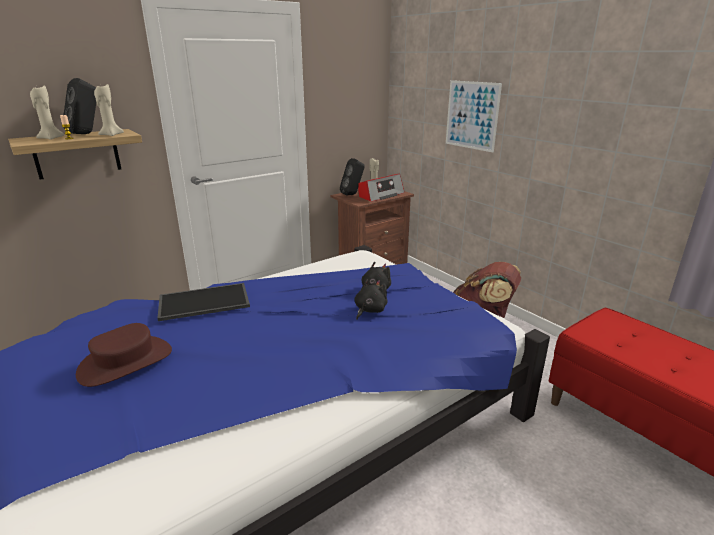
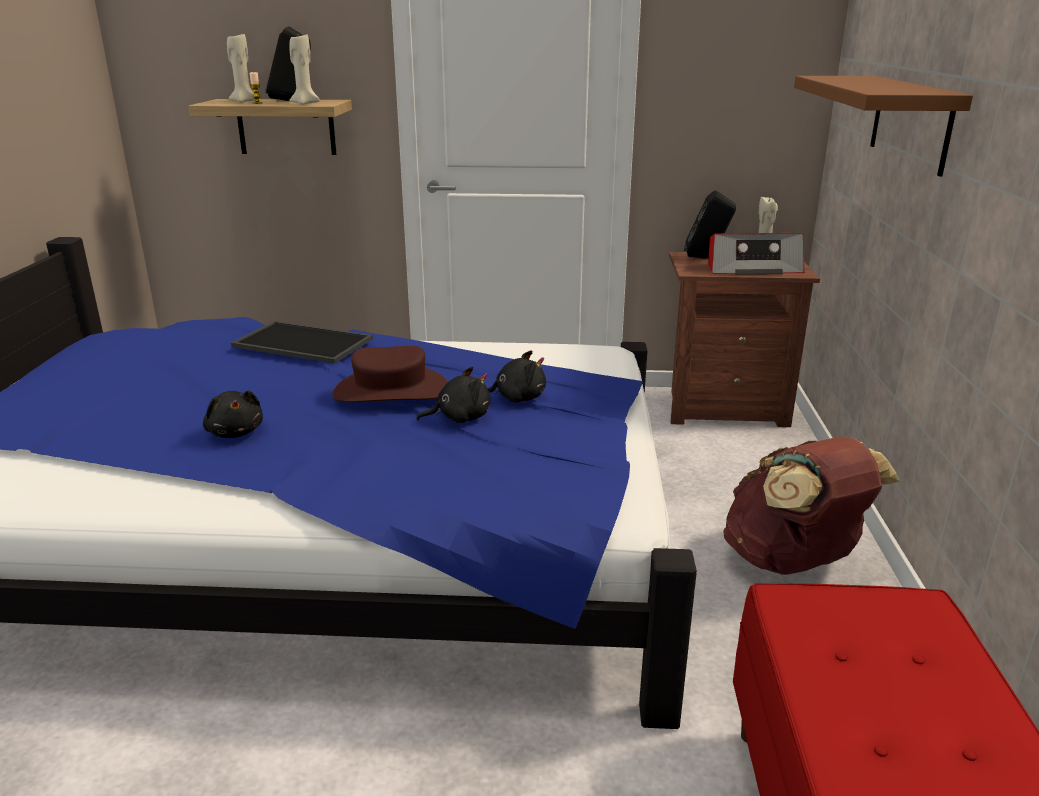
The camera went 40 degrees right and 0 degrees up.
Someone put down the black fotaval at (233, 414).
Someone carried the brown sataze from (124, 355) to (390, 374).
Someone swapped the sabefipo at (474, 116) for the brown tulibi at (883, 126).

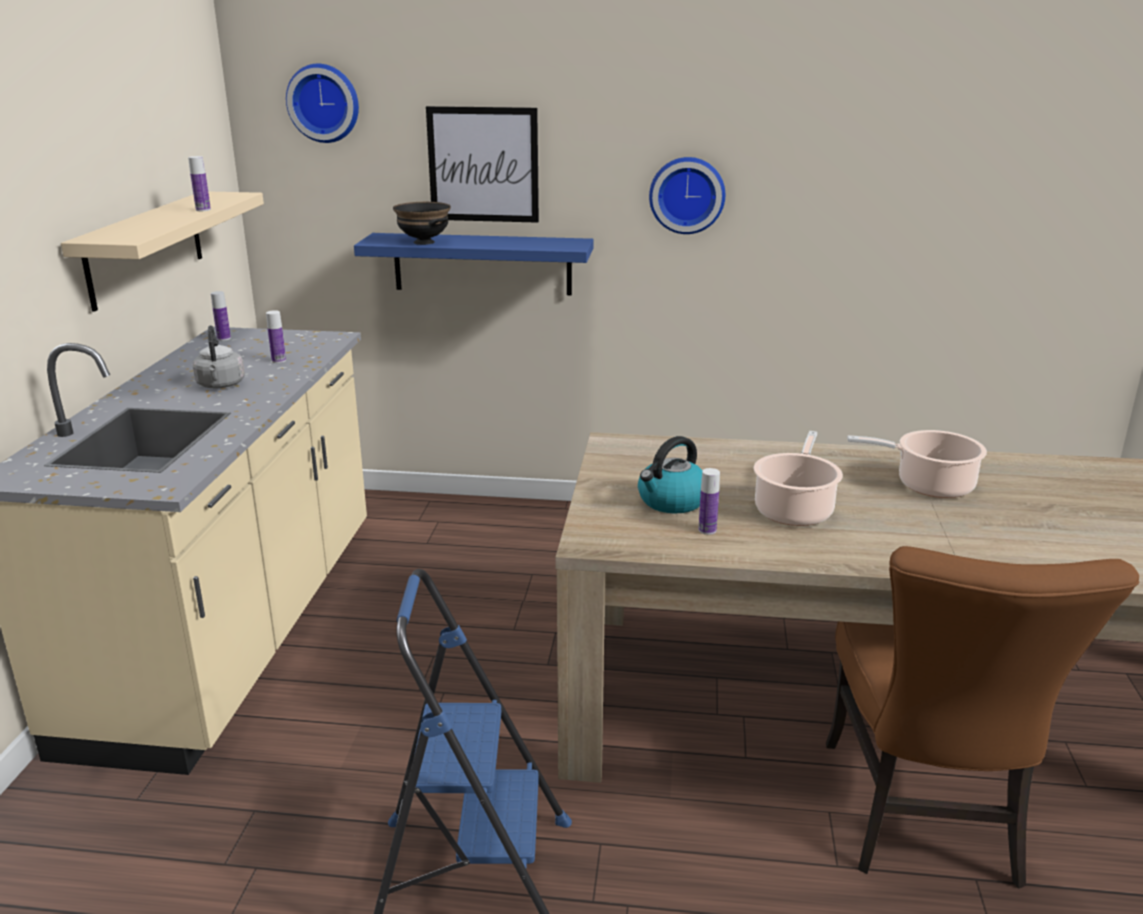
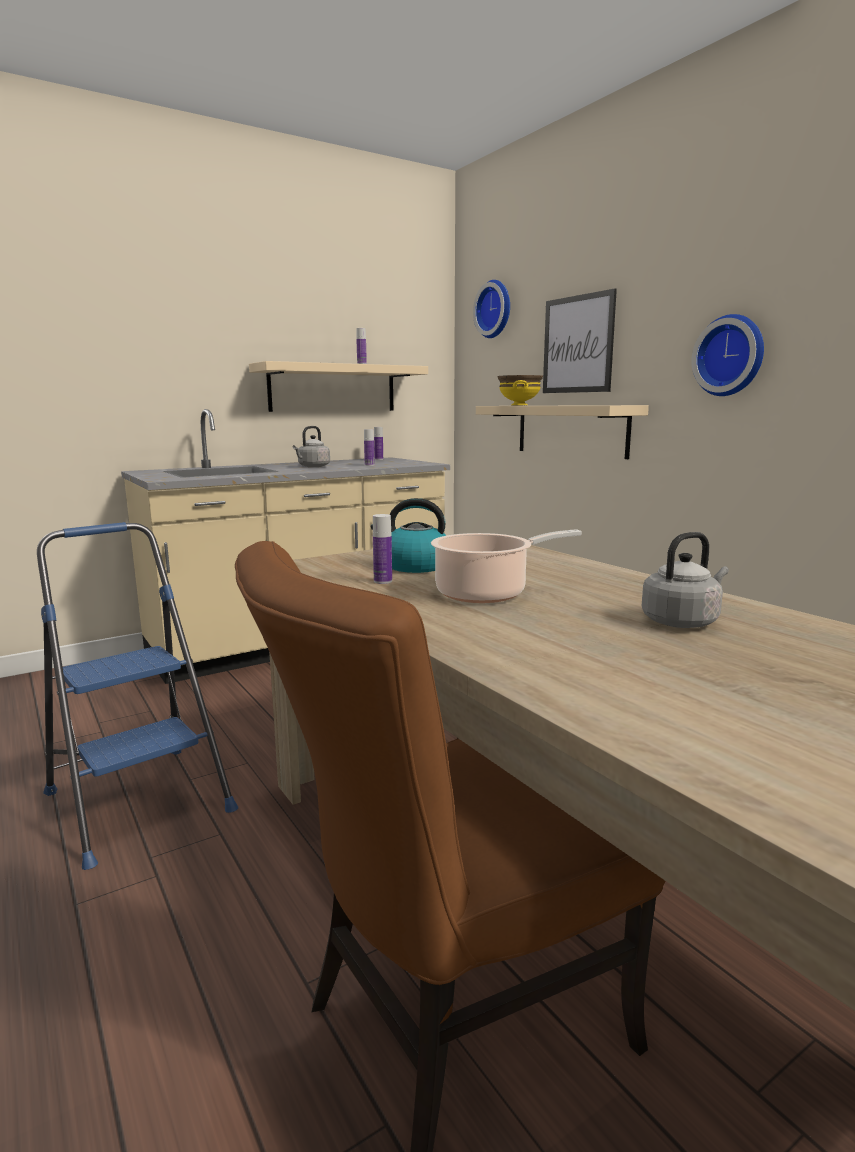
The camera went 50 degrees right and 10 degrees down.
Someone swapped the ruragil at (917, 464) for the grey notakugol at (685, 580).
Someone repainted the blue tulibi at (473, 264), which became the beige tulibi at (562, 432).
Someone repainted the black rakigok at (422, 223), which became the yellow rakigok at (520, 390).

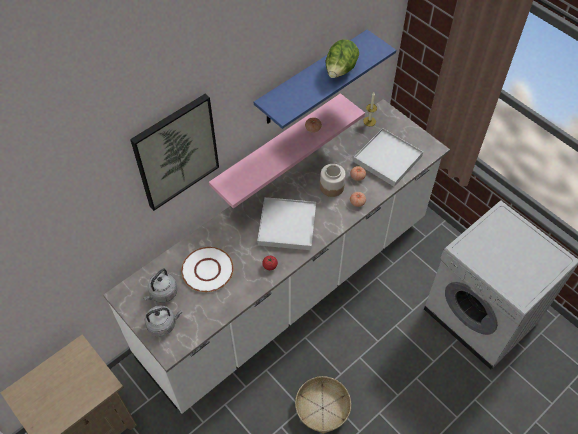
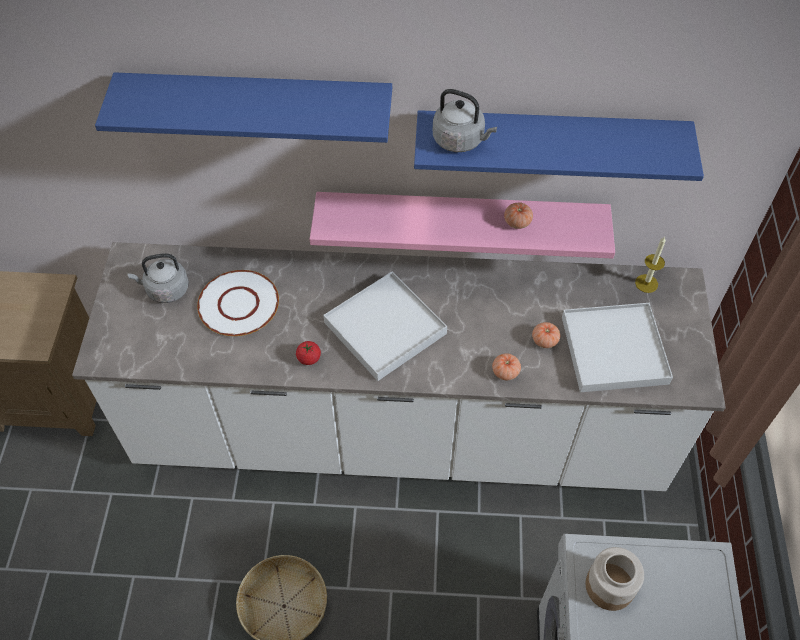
The camera went 45 degrees right and 0 degrees up.
Someone took away the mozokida at (342, 58).
Someone carried the grey notakugol from (163, 321) to (465, 120).
Someone carried the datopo from (333, 180) to (615, 579).
Someone swapped the sabefipo at (174, 152) for the blue tulibi at (243, 107).

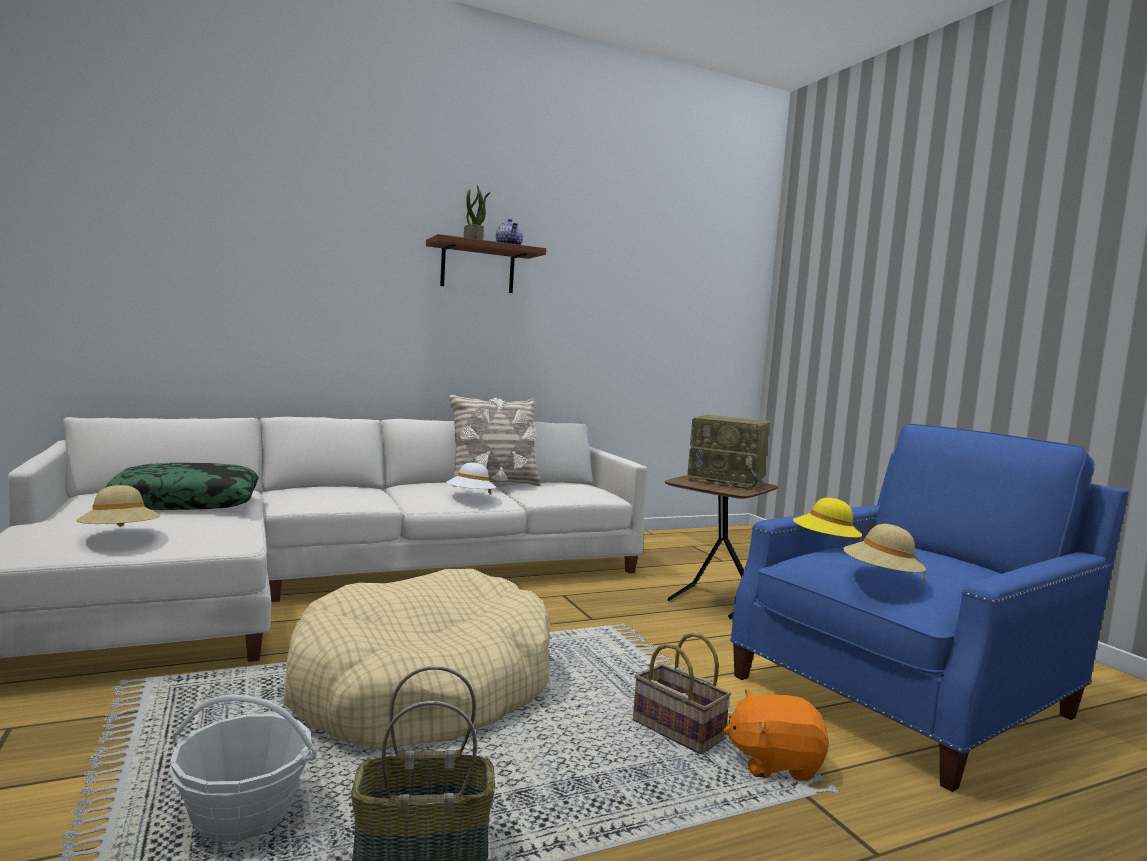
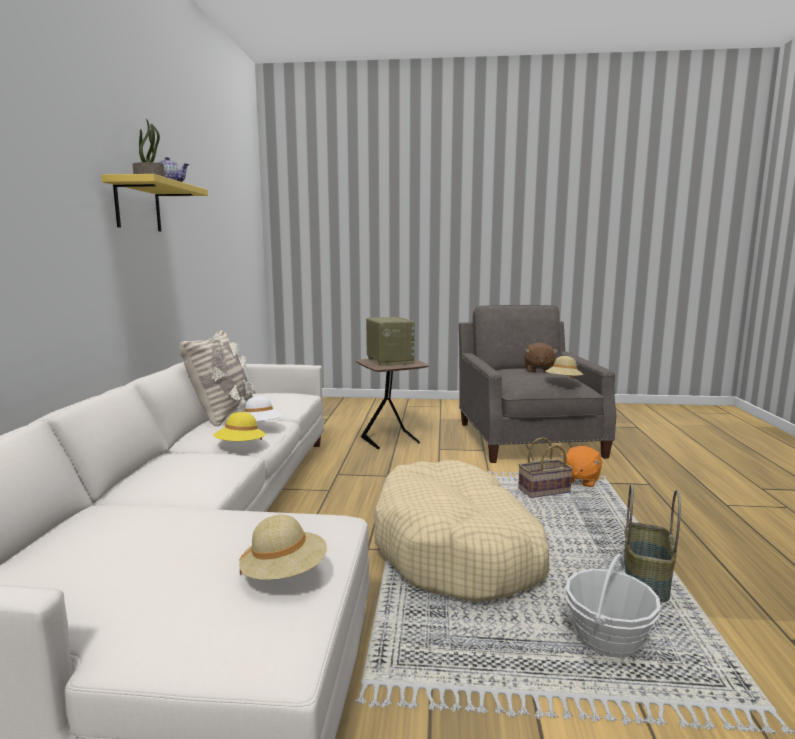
The camera went 60 degrees left and 5 degrees up.
Someone took away the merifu at (182, 486).
Someone put down the brown fotaval at (541, 358).
Someone carried the yellow sataze from (827, 520) to (239, 426).
Someone repainted the brown tulibi at (486, 263), which became the yellow tulibi at (154, 202).
Someone repainted the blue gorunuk at (929, 608), which became the grey gorunuk at (537, 384).
Someone rotated the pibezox at (728, 452) by 75 degrees counterclockwise.

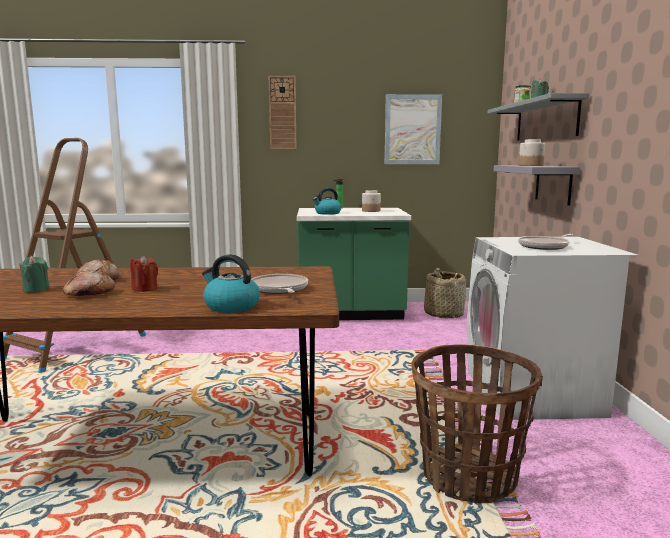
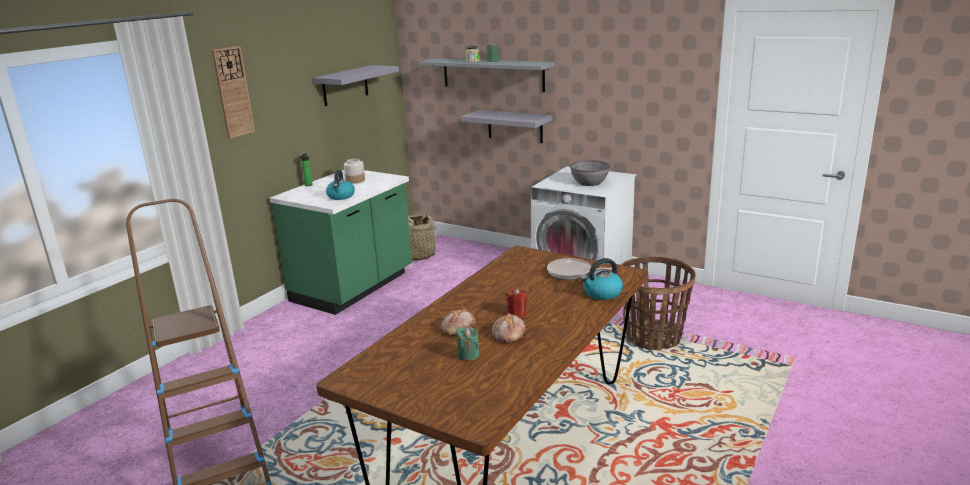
The camera went 55 degrees left and 10 degrees up.
Someone took away the datopo at (532, 152).
Someone swapped the sabefipo at (413, 129) for the grey tulibi at (356, 85).
Someone swapped the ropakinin at (545, 242) for the grey rakigok at (590, 173).

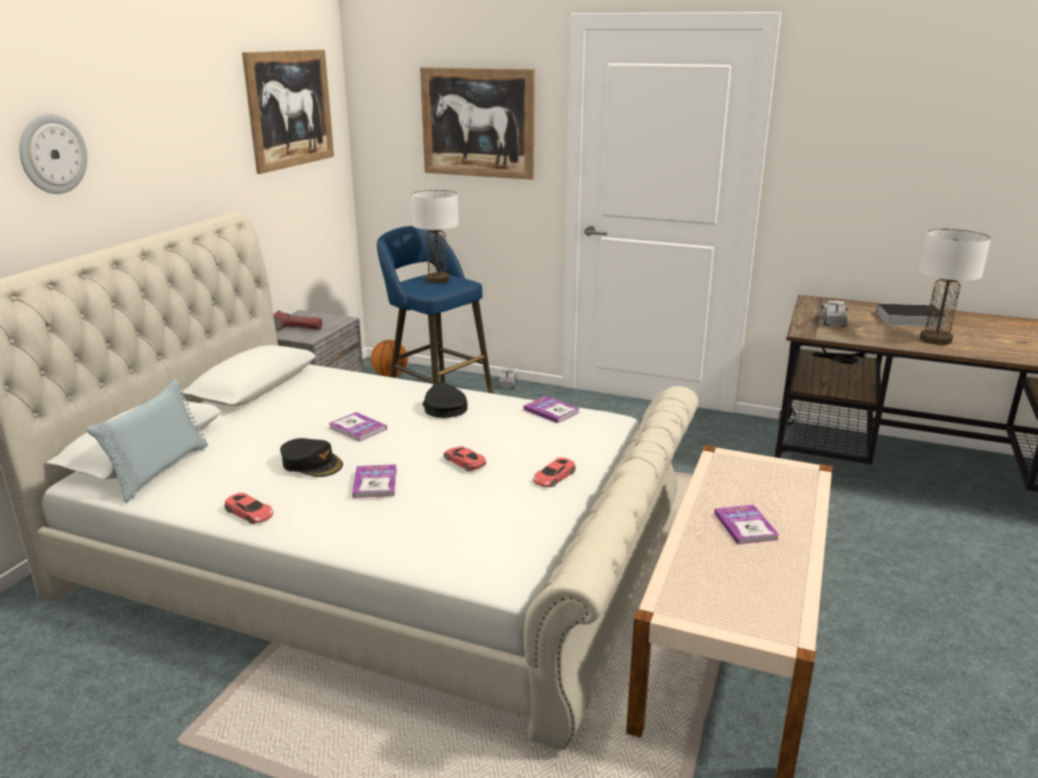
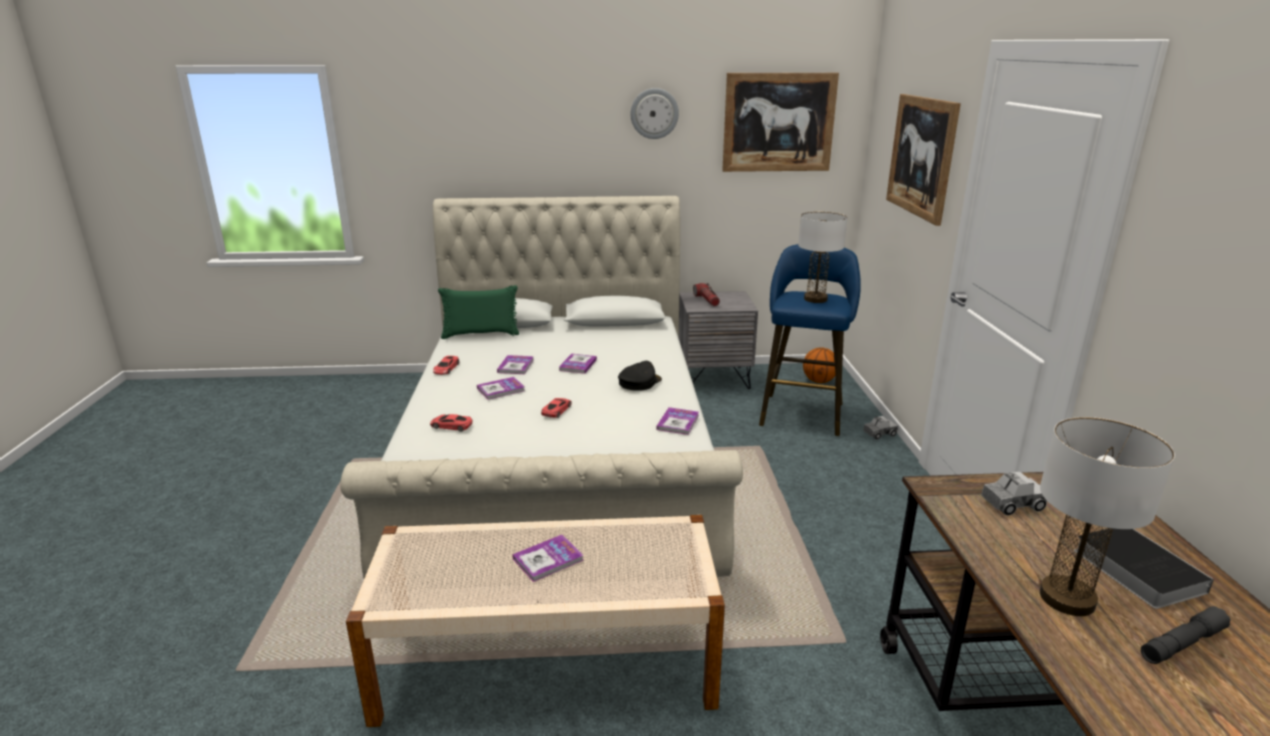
The camera went 65 degrees right and 0 degrees up.
Someone put down the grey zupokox at (1186, 635).
Someone carried the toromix from (53, 154) to (655, 113).
Someone carried the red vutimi from (554, 472) to (451, 423).
Someone swapped the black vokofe at (311, 457) for the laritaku at (515, 364).
Someone repainted the blue merifu at (147, 441), which became the green merifu at (478, 312).

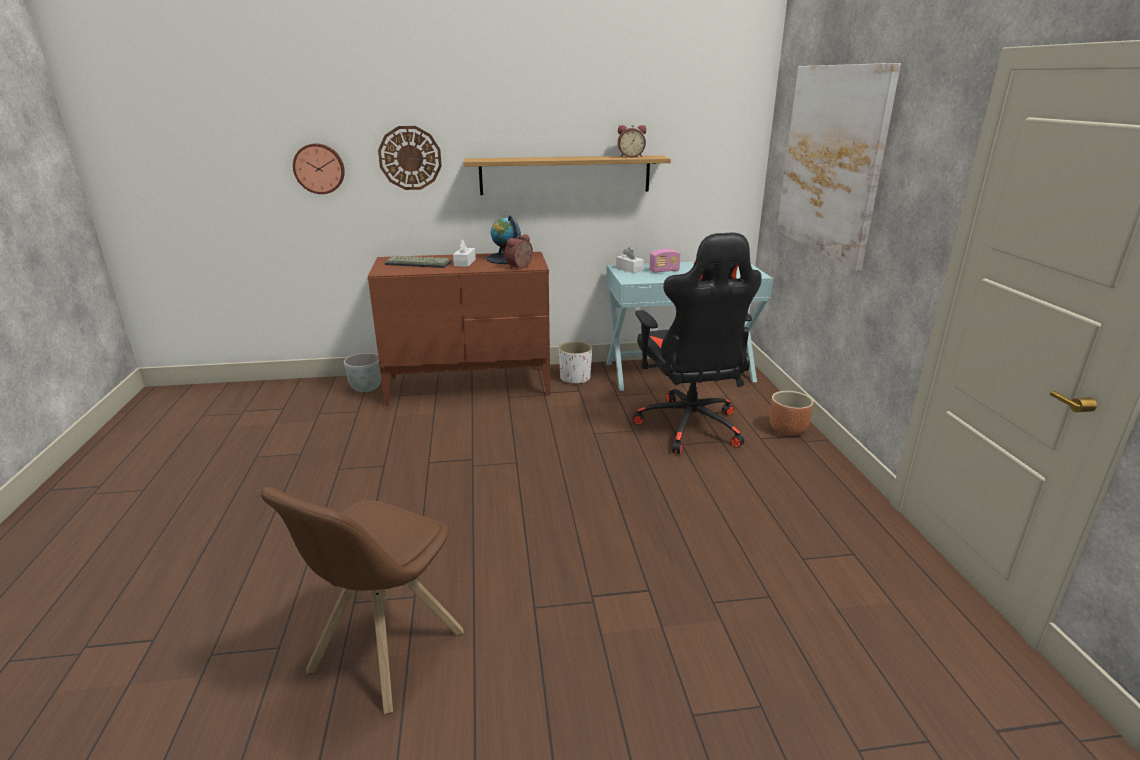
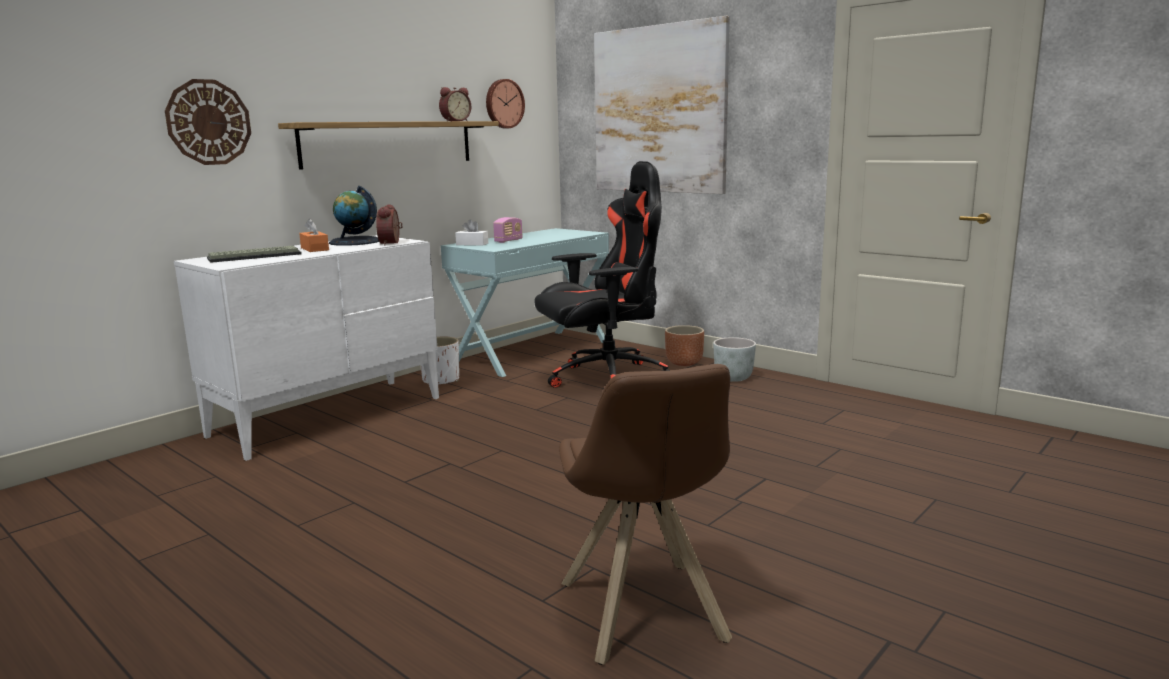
The camera went 40 degrees left and 10 degrees down.
Someone carried the toromix from (319, 168) to (505, 103).
Someone carried the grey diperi from (362, 372) to (734, 359).
Someone repainted the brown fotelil at (458, 329), which became the white fotelil at (306, 348).
Someone repainted the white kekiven at (464, 253), which became the orange kekiven at (314, 235).
Someone rotated the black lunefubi at (697, 343) by 60 degrees counterclockwise.

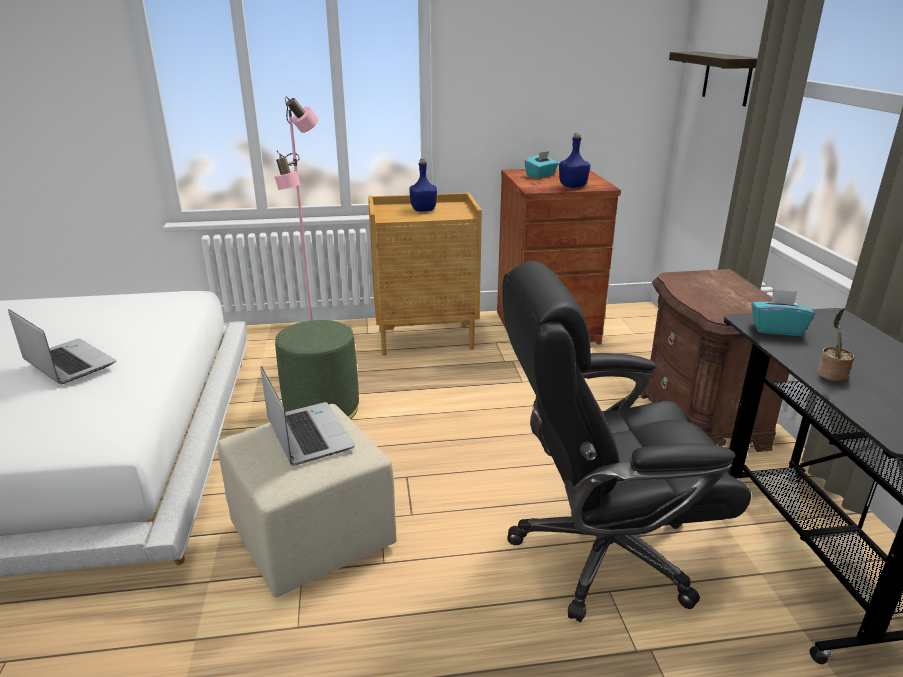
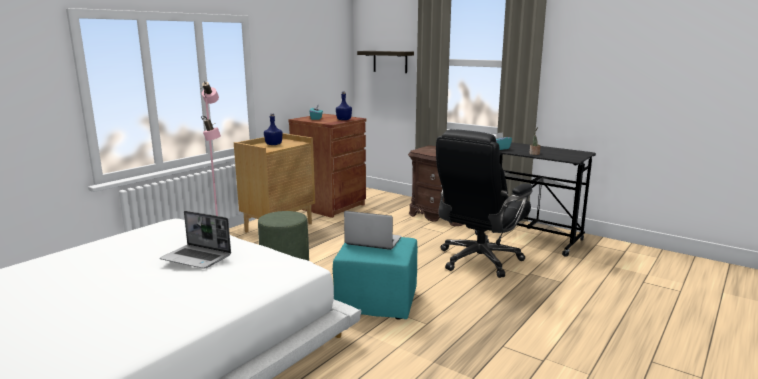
The camera went 45 degrees left and 10 degrees down.
Someone repainted the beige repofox at (307, 501), which became the turquoise repofox at (375, 278).
Someone rotated the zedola at (62, 346) by 150 degrees counterclockwise.

